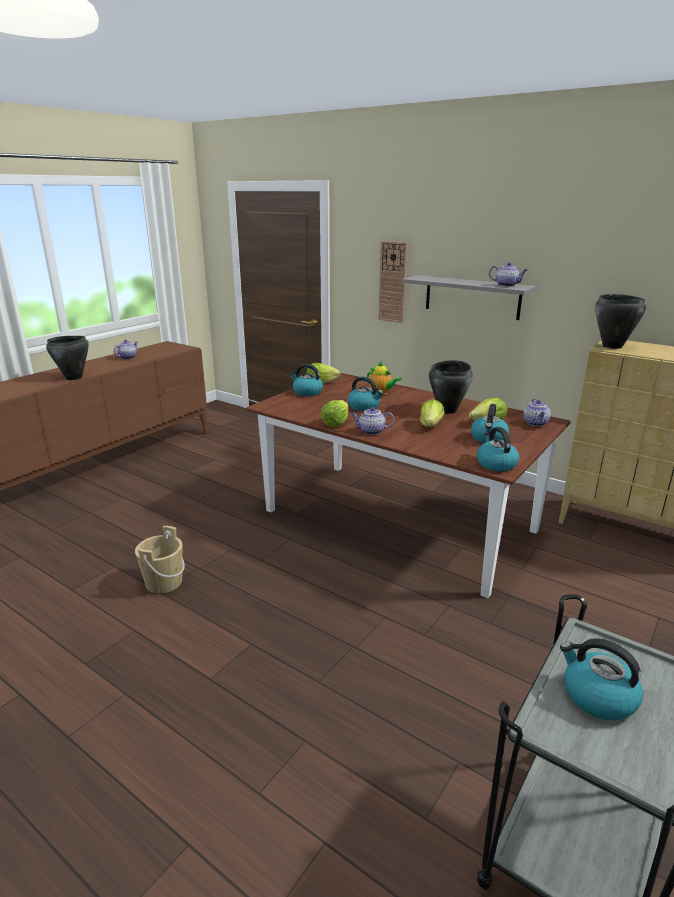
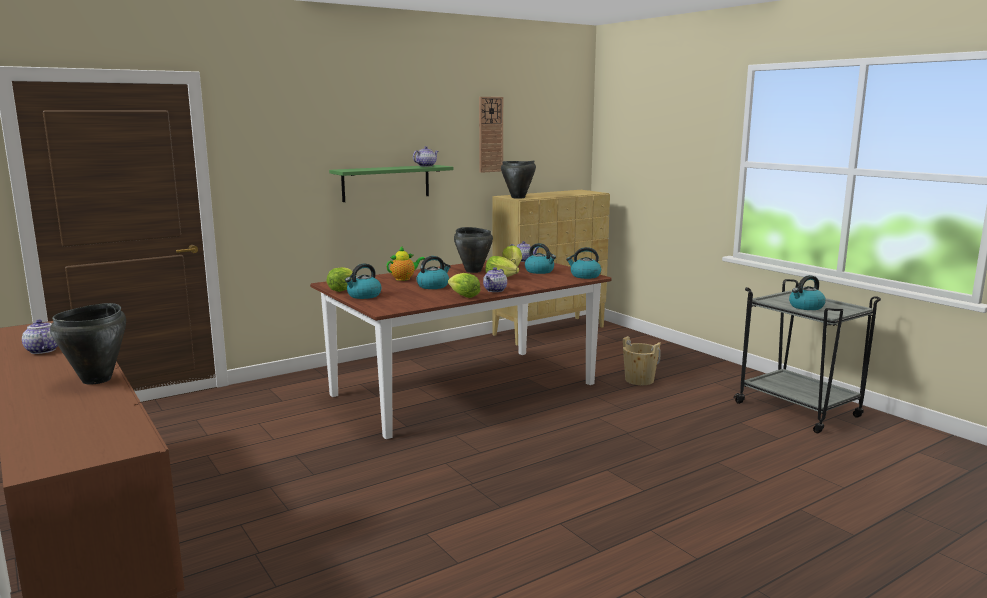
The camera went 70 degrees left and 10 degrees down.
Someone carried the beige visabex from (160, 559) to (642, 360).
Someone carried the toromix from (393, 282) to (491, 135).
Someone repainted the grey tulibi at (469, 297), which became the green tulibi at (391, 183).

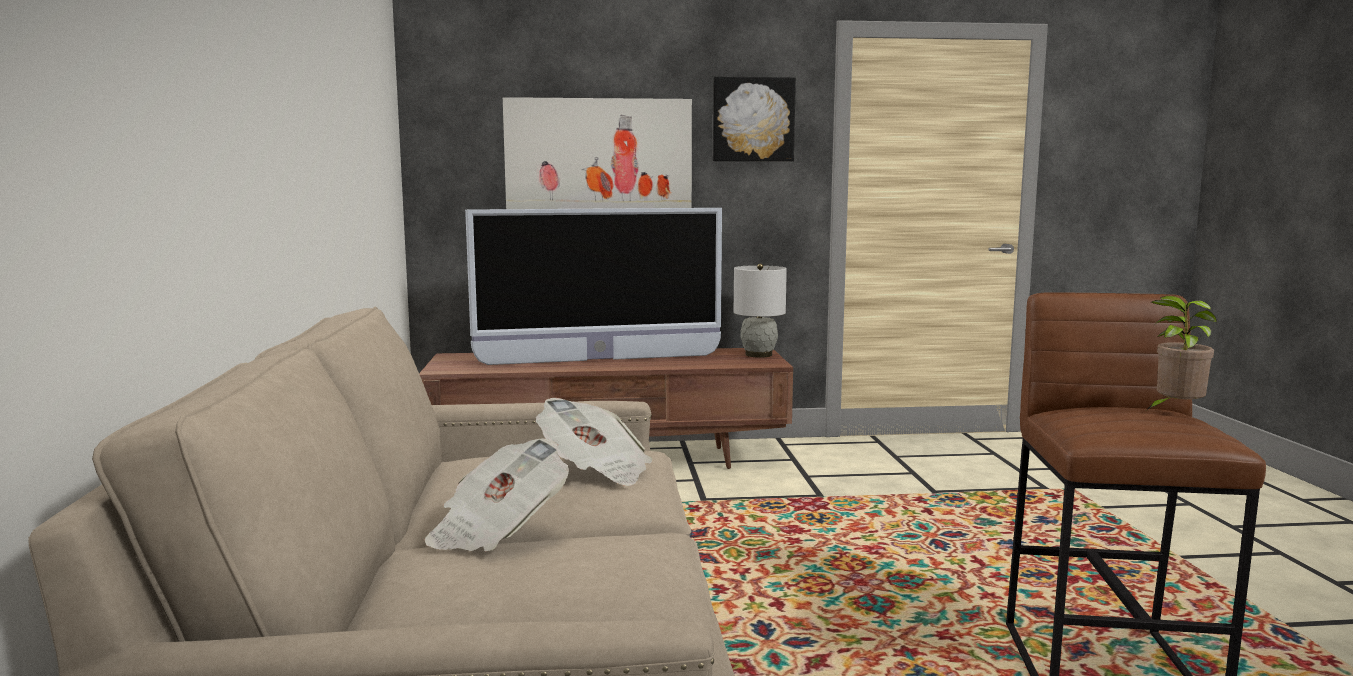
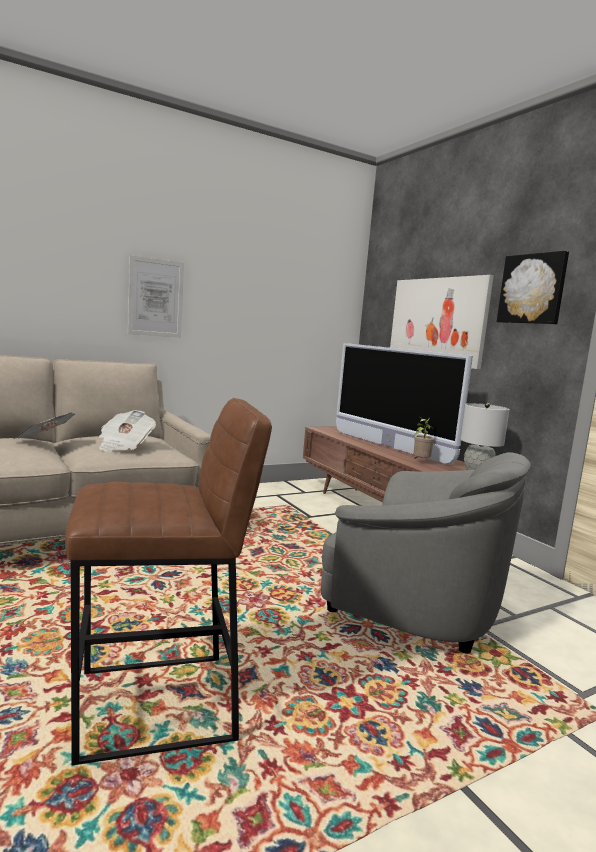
The camera went 65 degrees right and 0 degrees up.
Someone put up the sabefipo at (156, 296).
Someone put down the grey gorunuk at (426, 553).
Someone carried the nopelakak from (1182, 353) to (424, 437).

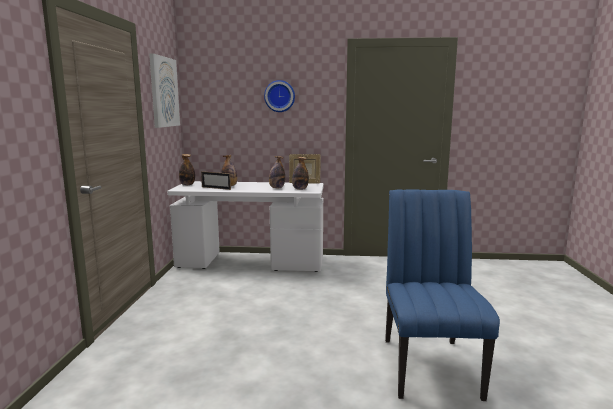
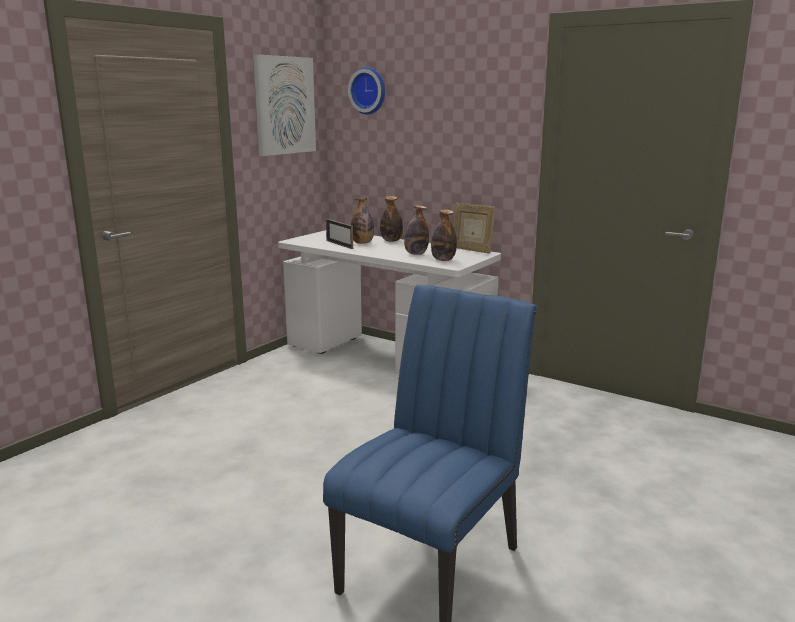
The camera went 30 degrees right and 5 degrees up.
Someone carried the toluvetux from (187, 169) to (391, 219).
Someone carried the toromix from (279, 96) to (366, 91).

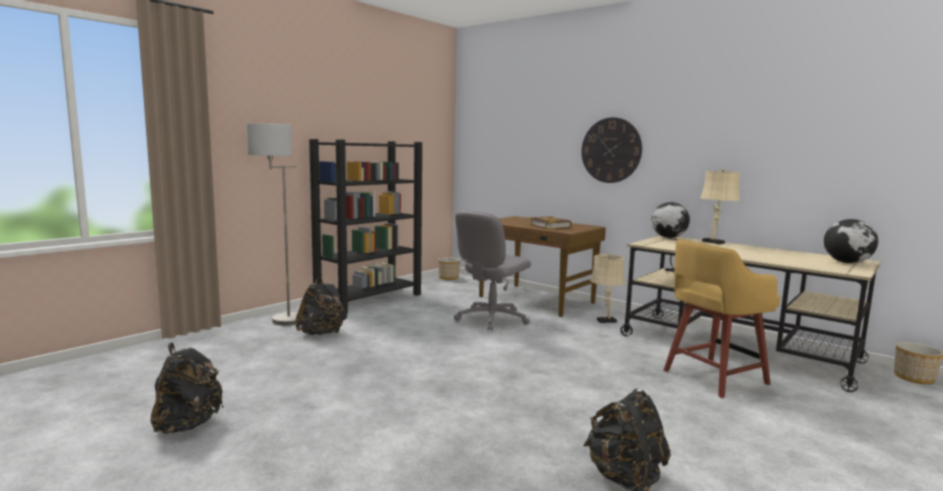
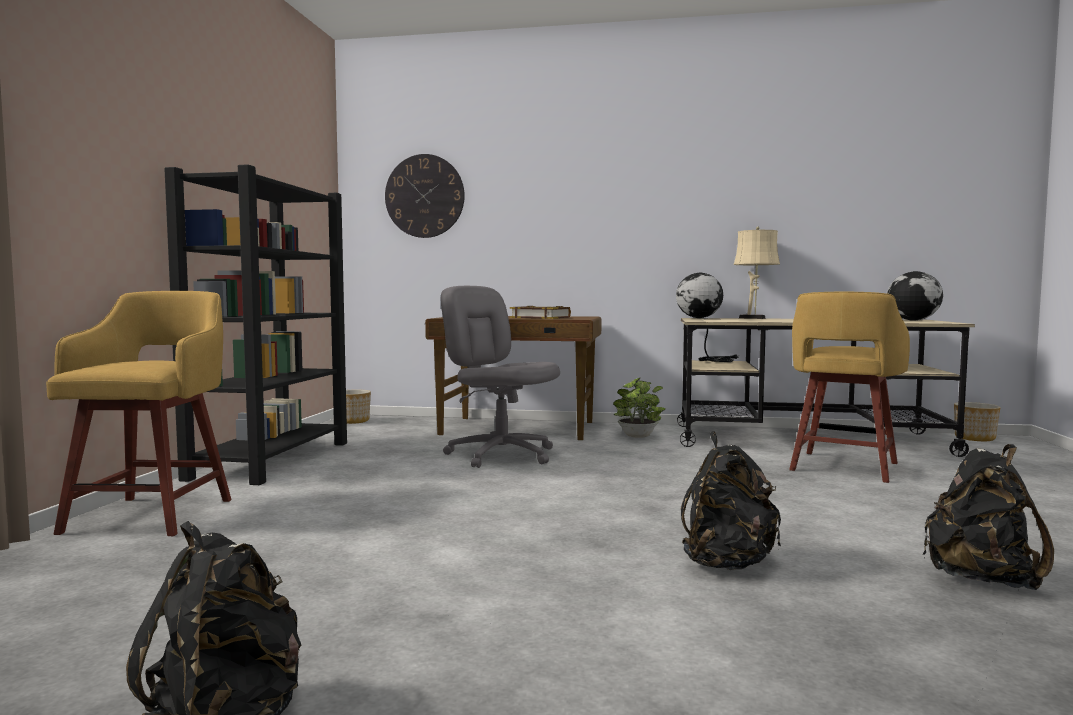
The camera went 30 degrees left and 5 degrees down.
Someone carried the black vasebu from (321, 305) to (731, 500).
Someone carried the toromix from (611, 150) to (425, 196).
Someone swapped the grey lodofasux at (272, 224) for the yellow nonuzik at (139, 413).
Someone swapped the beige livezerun at (607, 288) for the nopelakak at (639, 408).
Someone rotated the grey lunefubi at (492, 270) by 120 degrees clockwise.

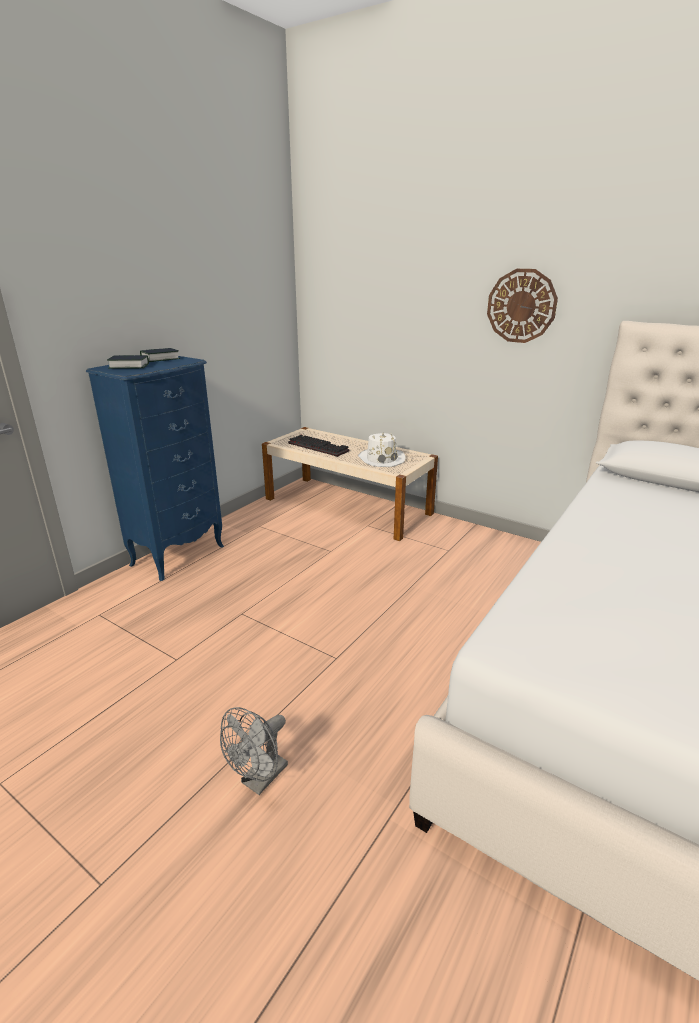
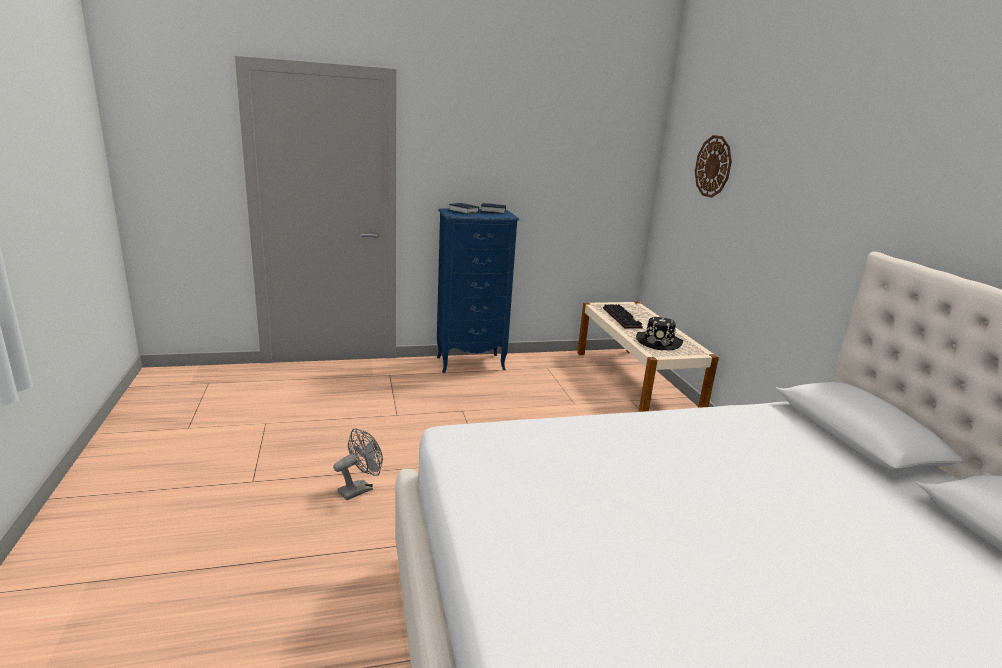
The camera went 40 degrees right and 5 degrees down.
Someone carried the toromix from (522, 306) to (713, 166).
Someone repainted the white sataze at (382, 450), which became the black sataze at (659, 333).
Someone rotated the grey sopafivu at (254, 751) by 150 degrees clockwise.

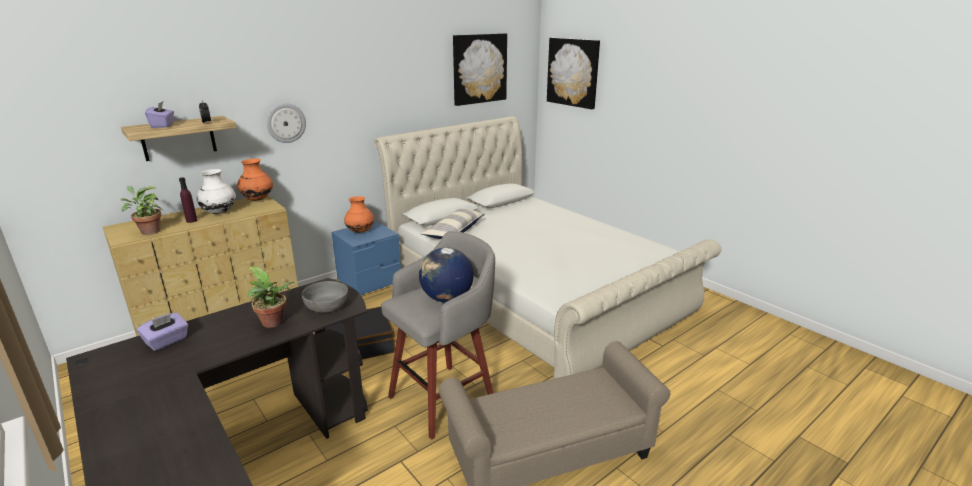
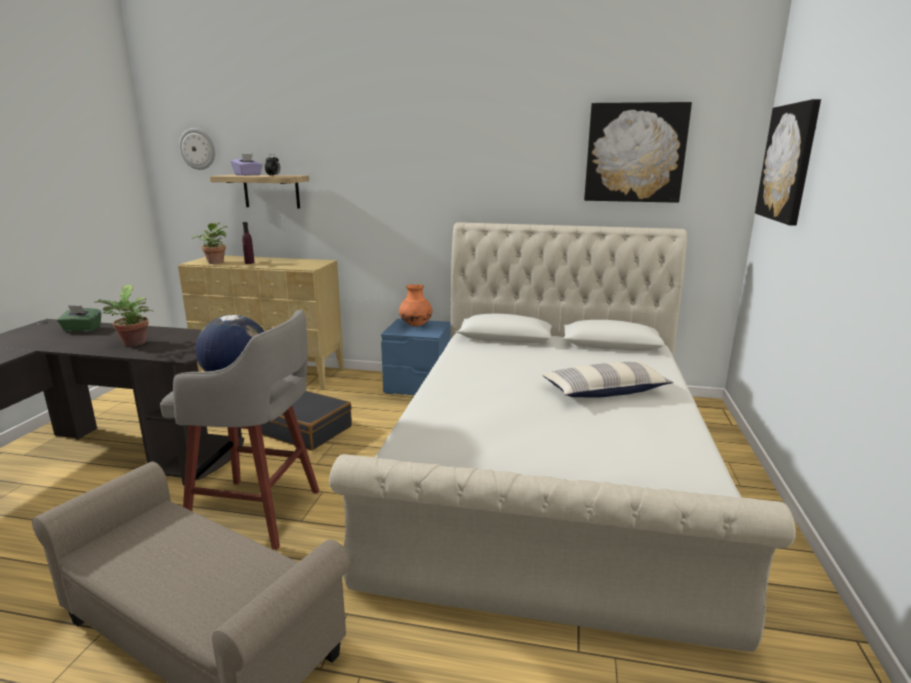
The camera went 50 degrees right and 5 degrees down.
Someone took away the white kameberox at (216, 191).
Someone took away the orange kameberox at (255, 180).
Someone took away the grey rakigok at (325, 297).
Someone carried the toromix from (286, 123) to (197, 149).
Someone carried the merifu from (453, 224) to (607, 380).
Someone repainted the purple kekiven at (162, 331), which became the green kekiven at (79, 319).

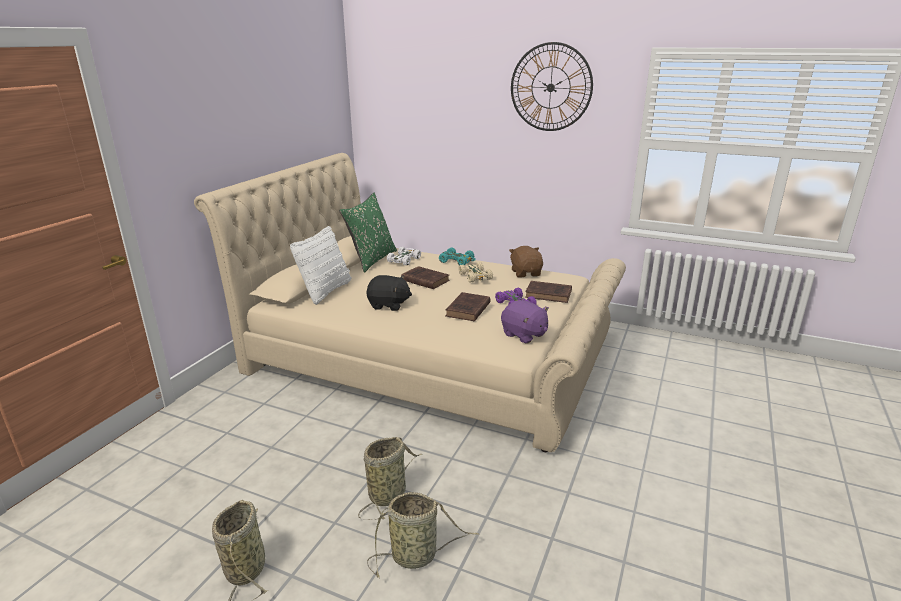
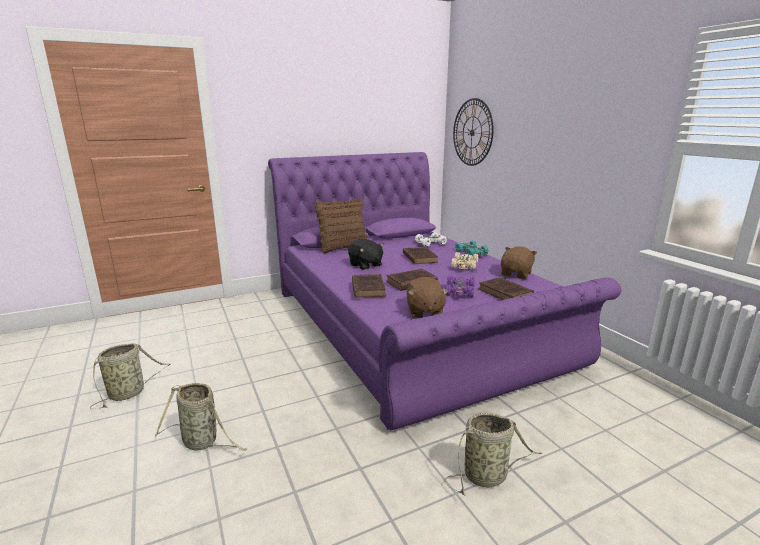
The camera went 40 degrees right and 5 degrees down.
Someone took away the green merifu at (368, 233).
Someone put down the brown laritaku at (369, 286).
Someone carried the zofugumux from (390, 478) to (493, 454).
Someone carried the toromix from (552, 86) to (473, 132).
Someone repainted the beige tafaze at (410, 302), which became the purple tafaze at (445, 291).
Someone repainted the white merifu at (321, 265), which became the brown merifu at (341, 225).
Someone repainted the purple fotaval at (525, 321), which became the brown fotaval at (428, 298).

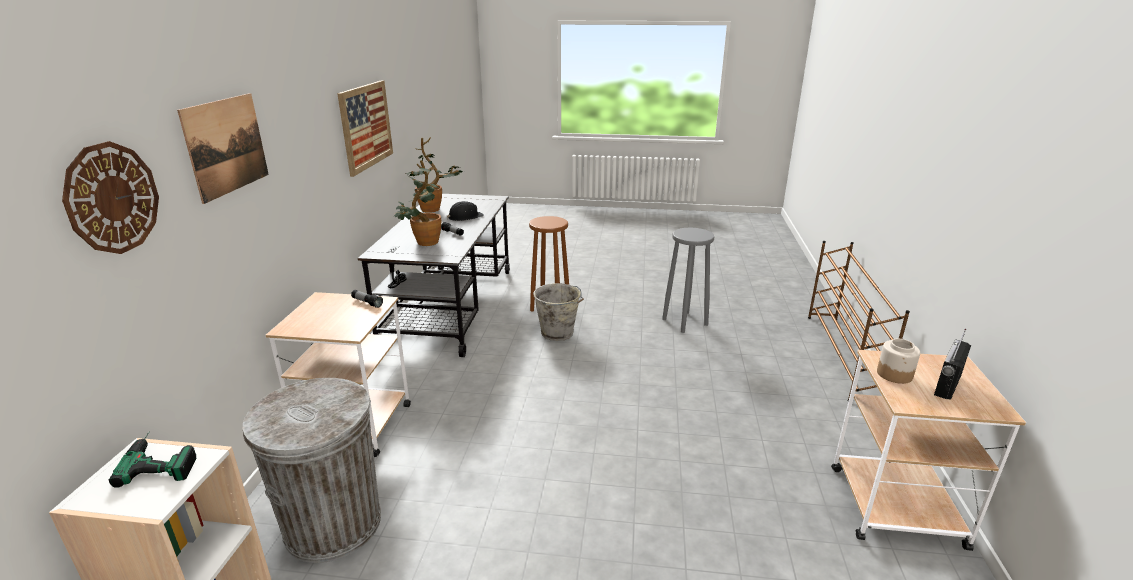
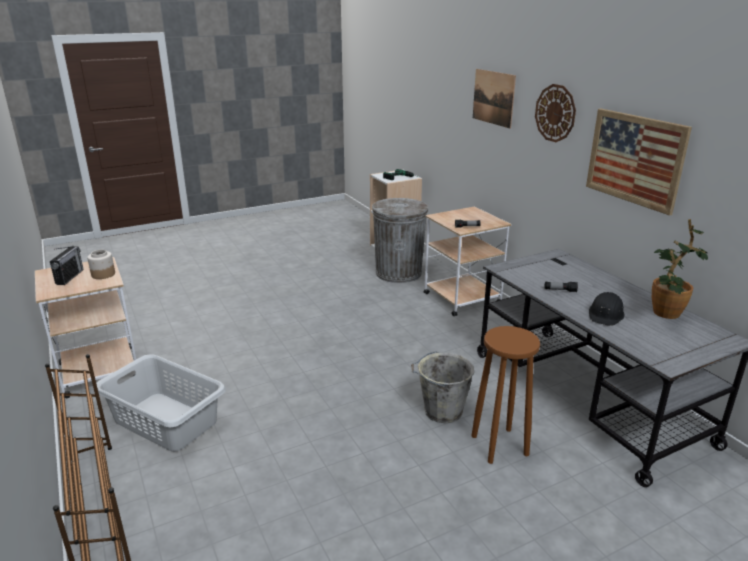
The camera went 145 degrees right and 0 degrees up.
Someone took away the nopelakak at (417, 203).
Someone took away the grey nonuzik at (688, 280).
Someone put down the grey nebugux at (161, 403).
Someone carried the toromix from (110, 197) to (555, 113).

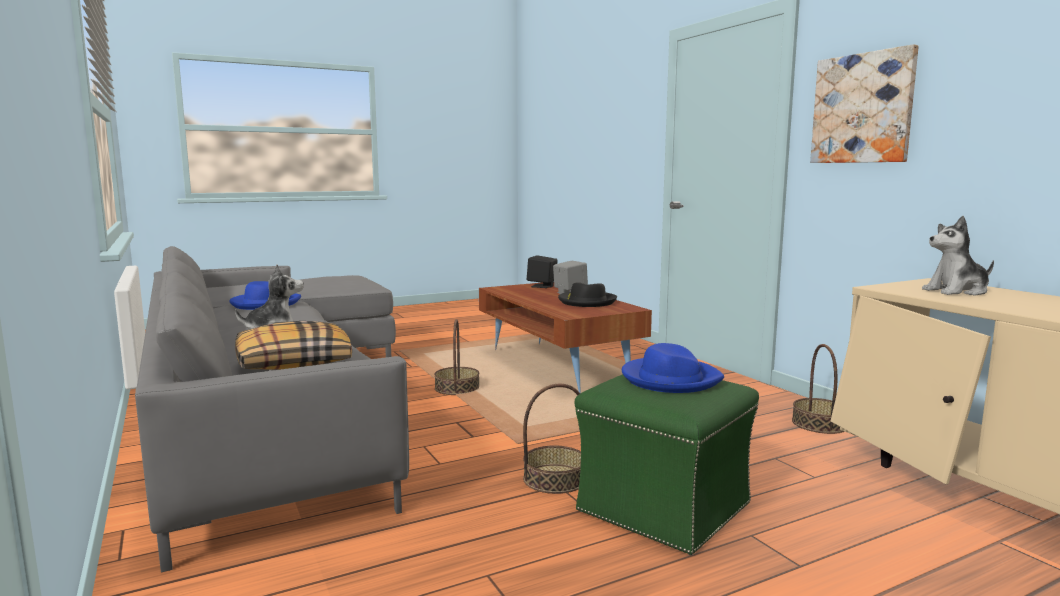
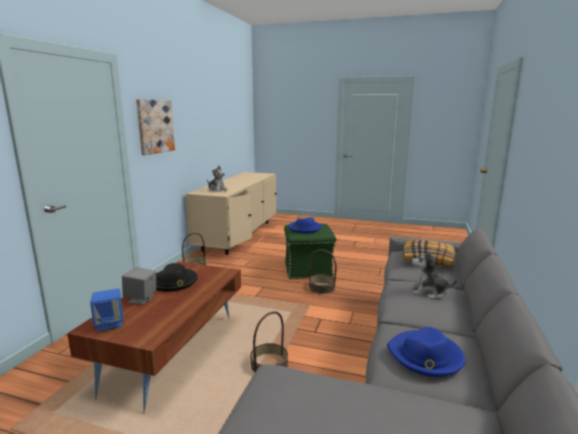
The camera went 135 degrees left and 5 degrees up.
Someone repainted the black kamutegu at (542, 271), which became the blue kamutegu at (106, 310).

